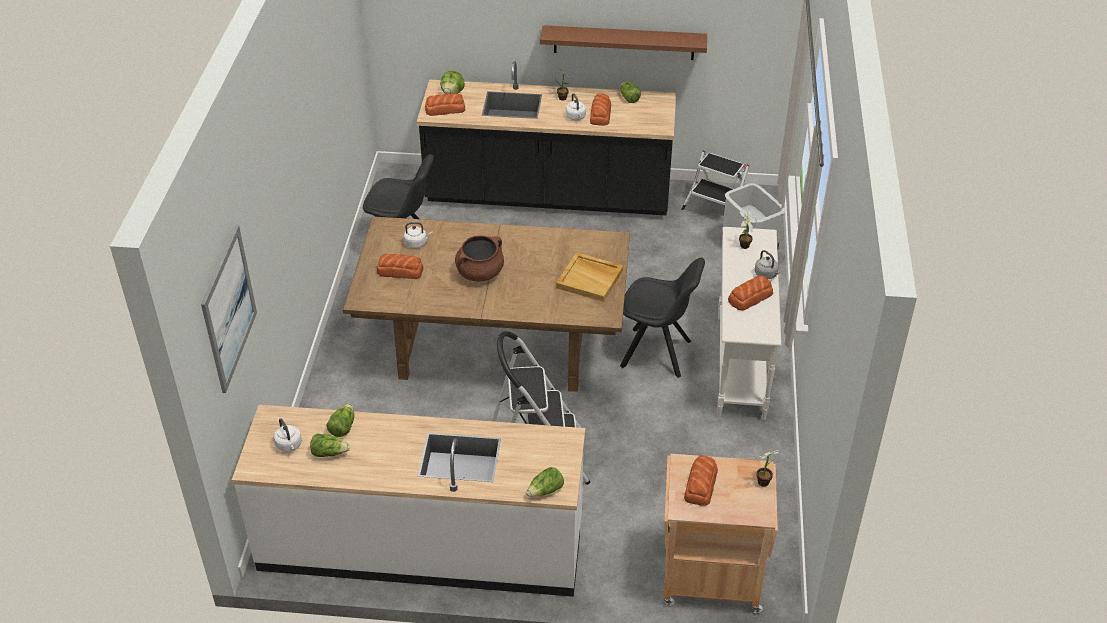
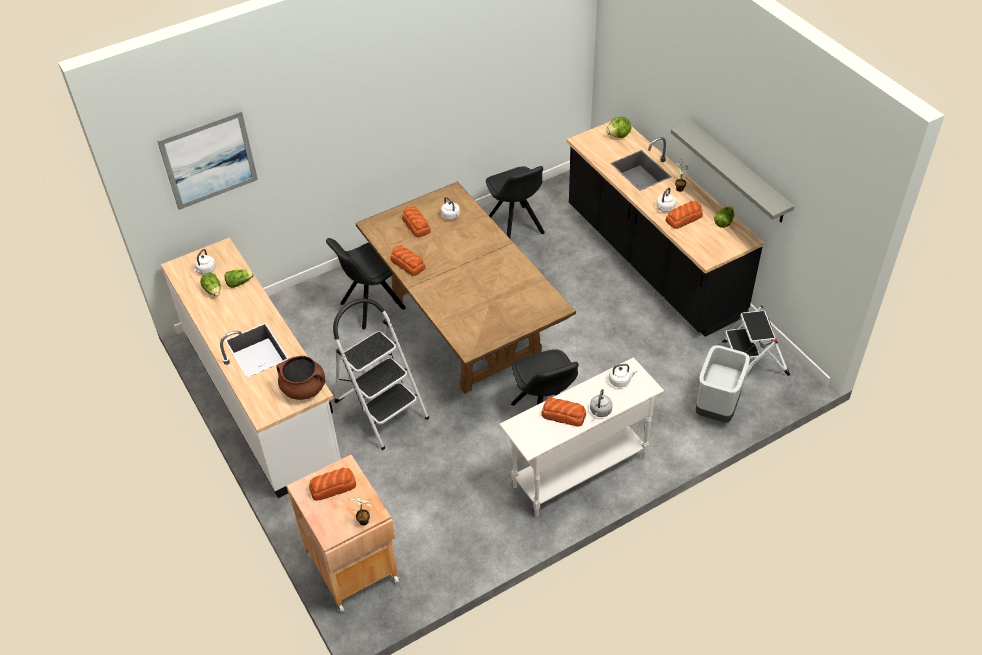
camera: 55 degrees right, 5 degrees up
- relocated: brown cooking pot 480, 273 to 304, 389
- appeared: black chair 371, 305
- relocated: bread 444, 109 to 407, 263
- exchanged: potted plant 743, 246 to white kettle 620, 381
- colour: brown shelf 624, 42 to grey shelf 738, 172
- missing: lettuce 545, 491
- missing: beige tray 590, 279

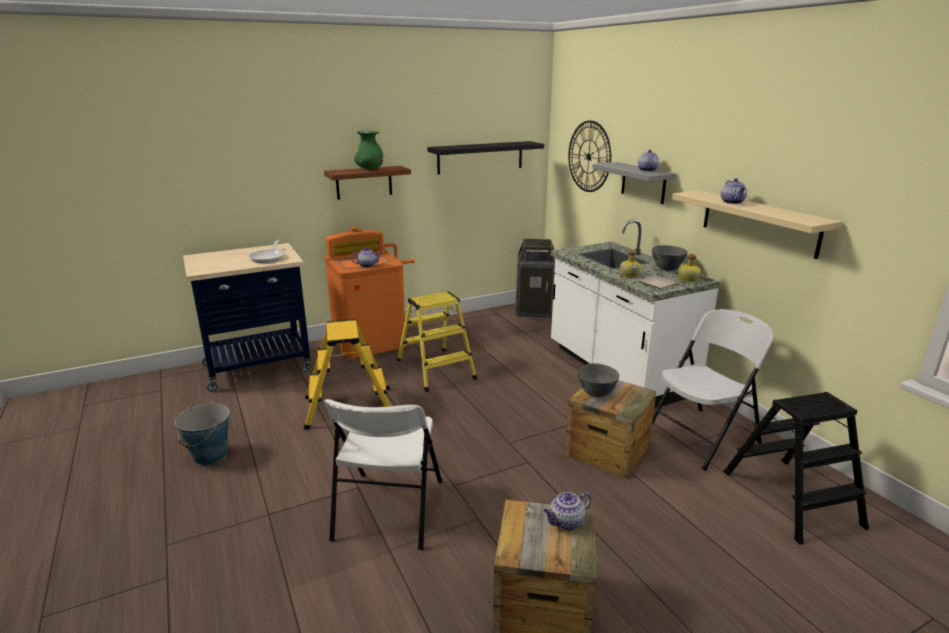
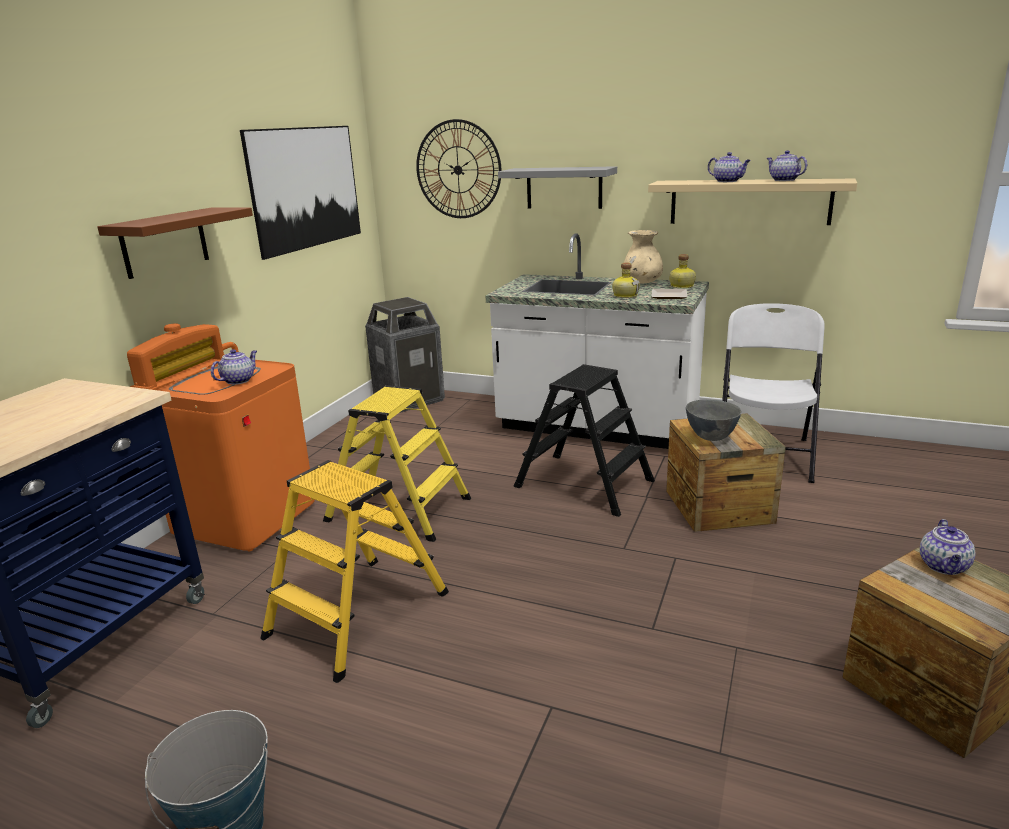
camera: 40 degrees left, 0 degrees up
- exchanged: black shelf 480, 157 to picture 306, 188
- relocated: black step ladder 791, 498 to 584, 483
- exchanged: grey bowl 667, 269 to beige vase 642, 283
- relocated: teapot 647, 170 to 783, 180
- missing: frying pan 268, 257
- missing: white chair 389, 509
- missing: green vase 370, 169

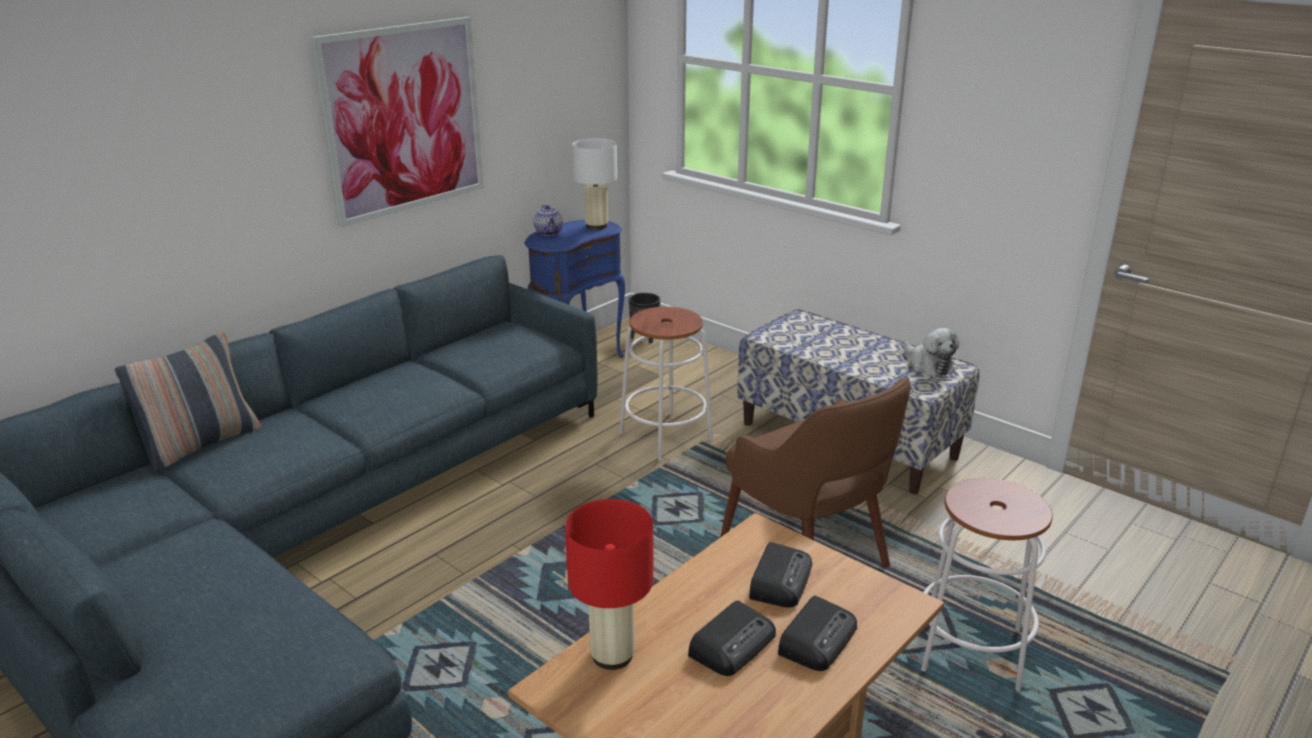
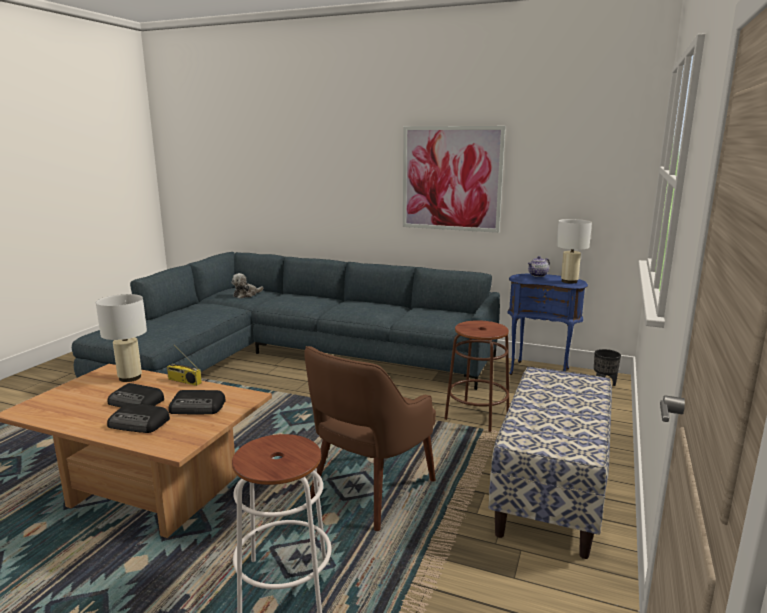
camera: 70 degrees right, 10 degrees down
- colour: red table lamp 613, 656 to white table lamp 129, 378
- appeared: radio 183, 381
- relocated: plush toy 928, 365 to 246, 295
- colour: white stool 665, 436 to brown stool 477, 415
- missing: pillow 202, 444

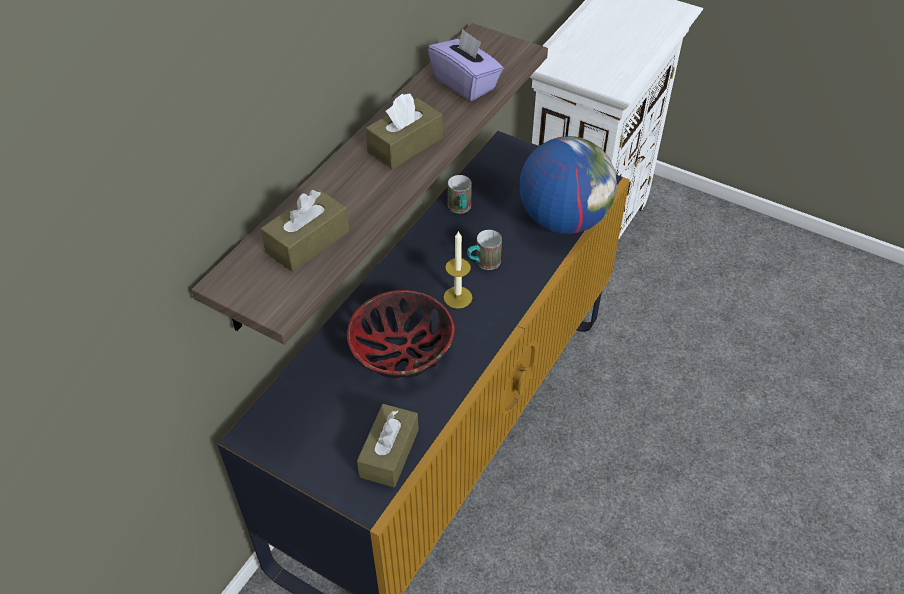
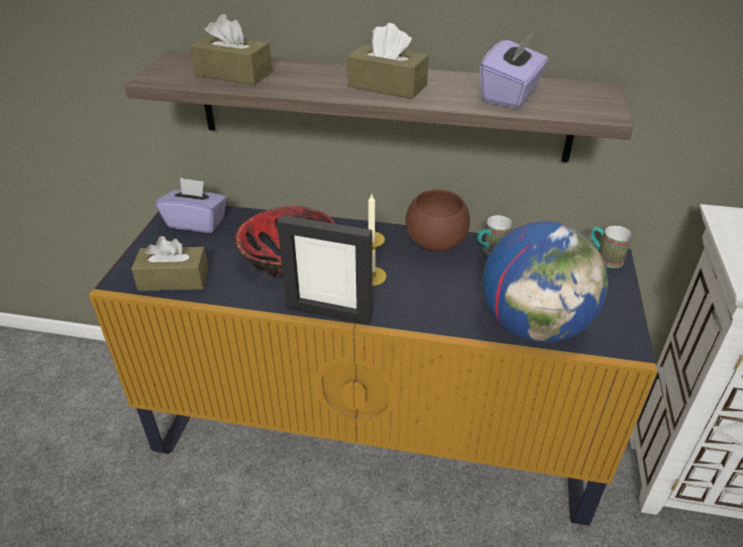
camera: 70 degrees right, 10 degrees down
- appeared: purple tissue box 197, 222
- appeared: picture frame 329, 311
- appeared: brown bowl 435, 243
- relocated: mug 483, 263 to 604, 258

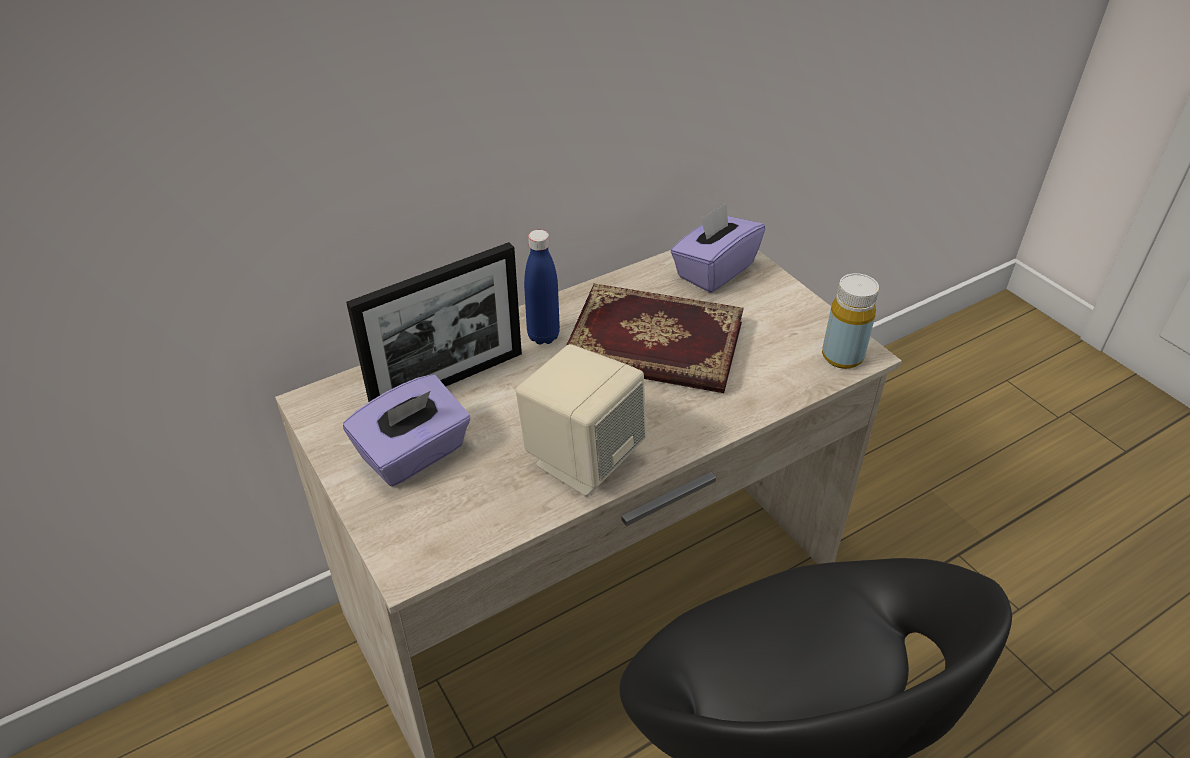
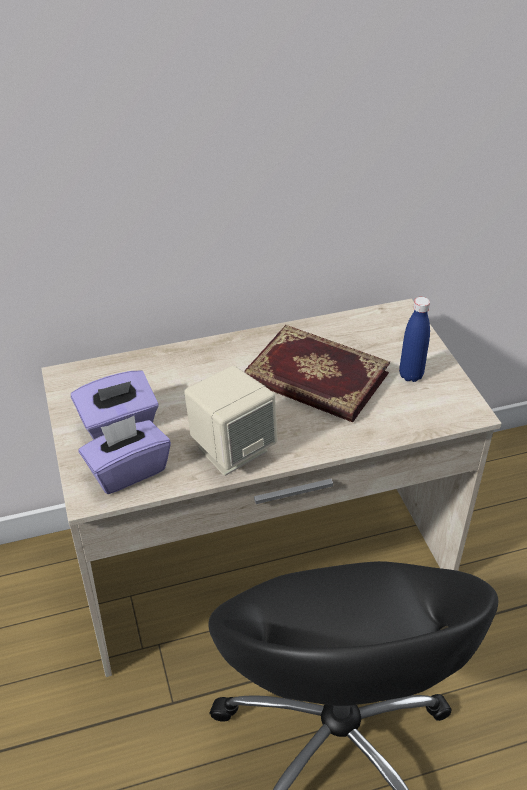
camera: 15 degrees right, 0 degrees up
- relocated: purple tissue box 714, 270 to 127, 470
- relocated: blue bottle 543, 336 to 411, 375
- missing: picture frame 448, 381
- missing: yellow bottle 842, 356

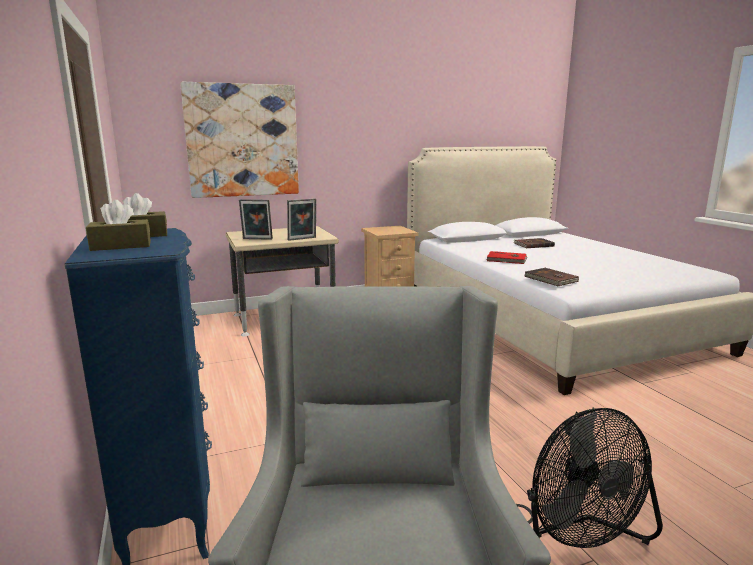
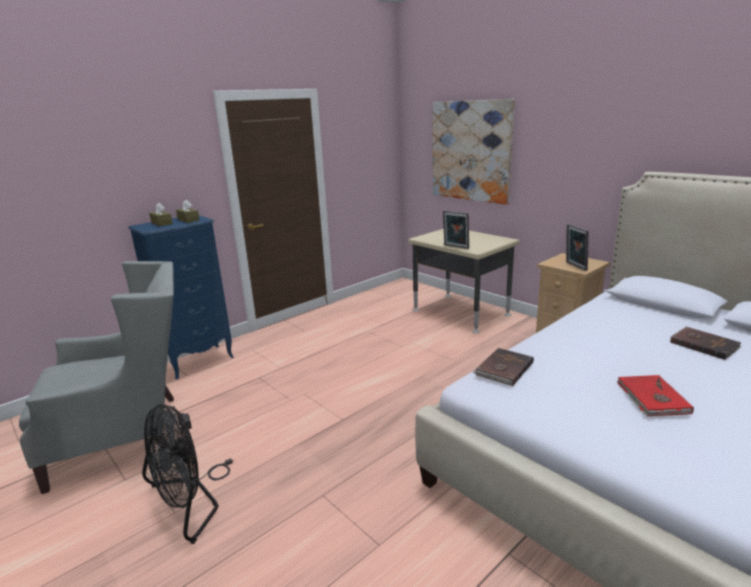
camera: 70 degrees right, 5 degrees up
- relocated: picture frame 257, 239 to 574, 266
- relocated: red book 506, 260 to 651, 398

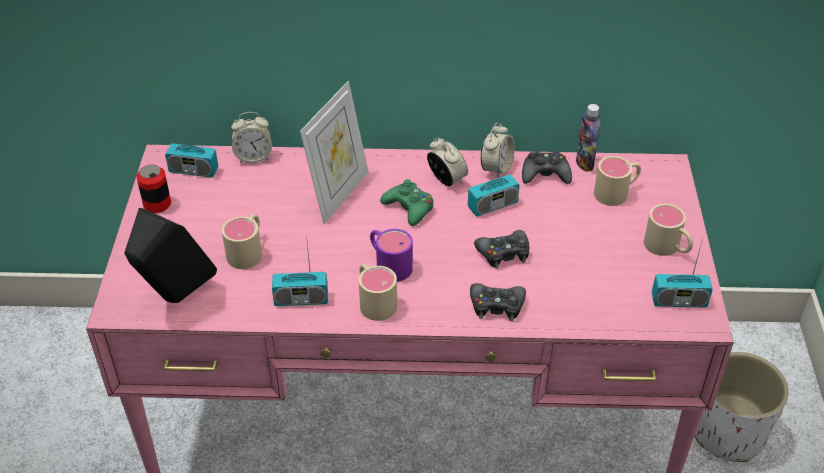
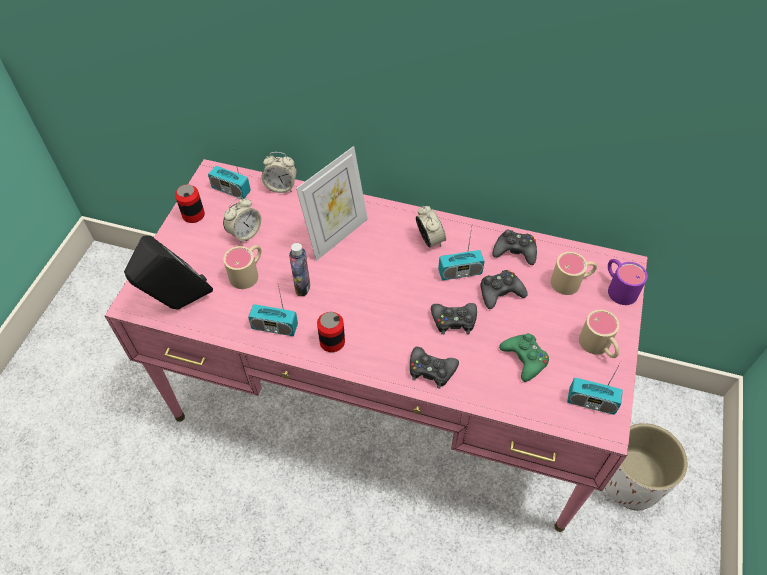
camera: 15 degrees right, 10 degrees up
- relocated: alarm clock 496, 169 to 245, 233
- relocated: bottle 584, 163 to 302, 287
- exchanged: beige mug 374, 300 to can 332, 342
- appeared: black game controller 500, 292
- relocated: green game controller 409, 208 to 524, 359
- relocated: purple mug 388, 264 to 618, 287

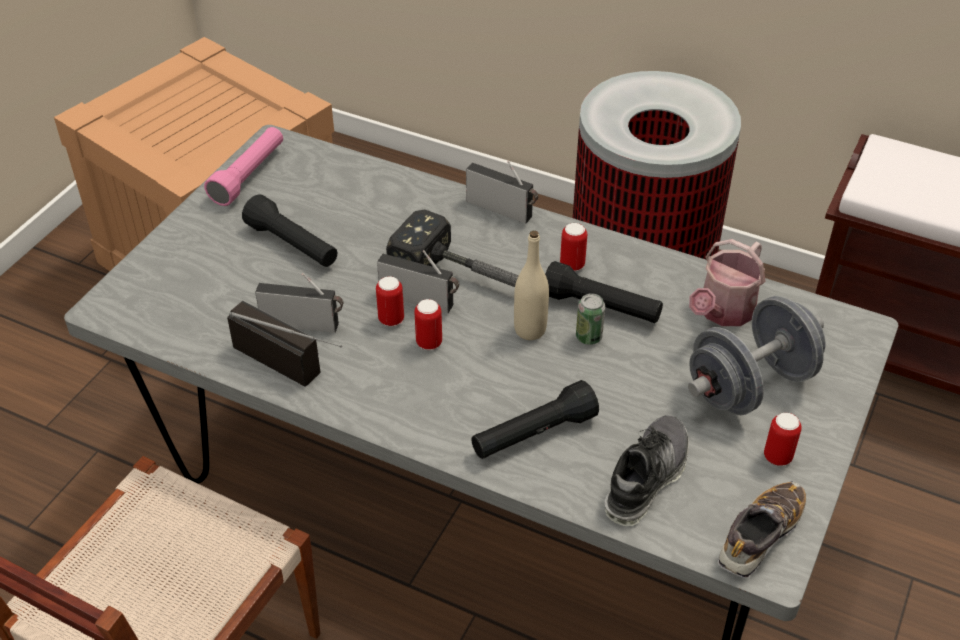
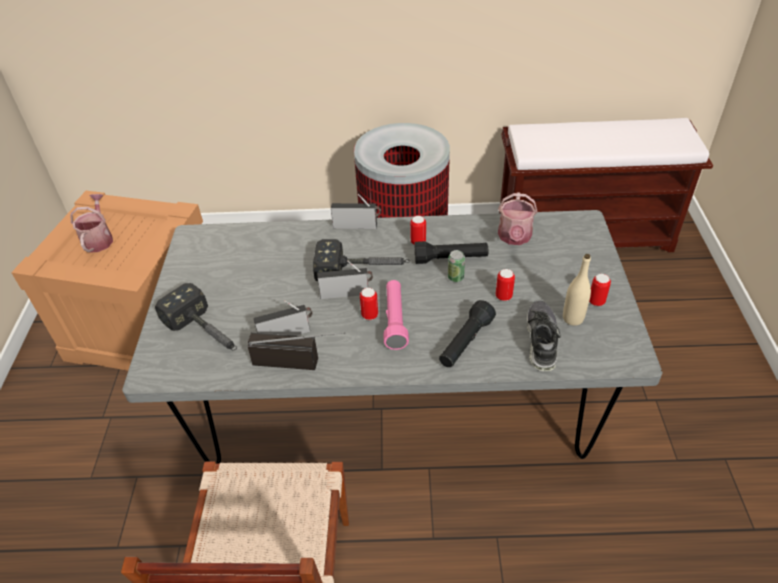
camera: 25 degrees left, 0 degrees up
- appeared: watering can 99, 239
- appeared: hammer 206, 333
- relocated: pink flashlight 249, 175 to 395, 320
- relocated: can 391, 319 to 503, 296
- relocated: beige bottle 530, 330 to 573, 318
- missing: black flashlight 293, 245
- missing: grey dumbbell 750, 385
- missing: shoe 760, 536

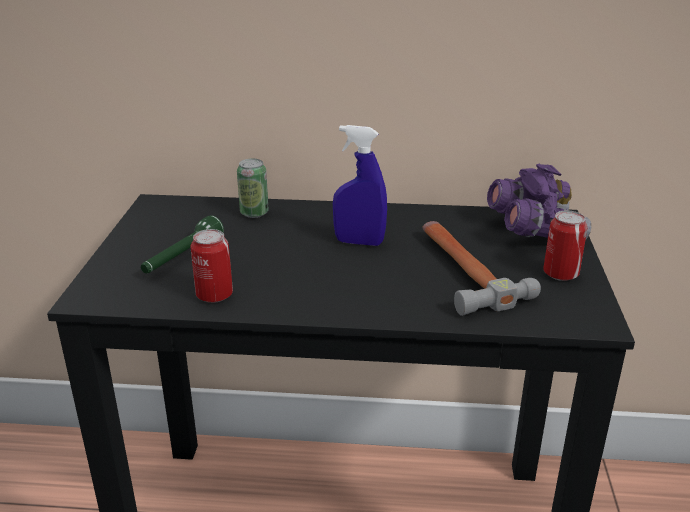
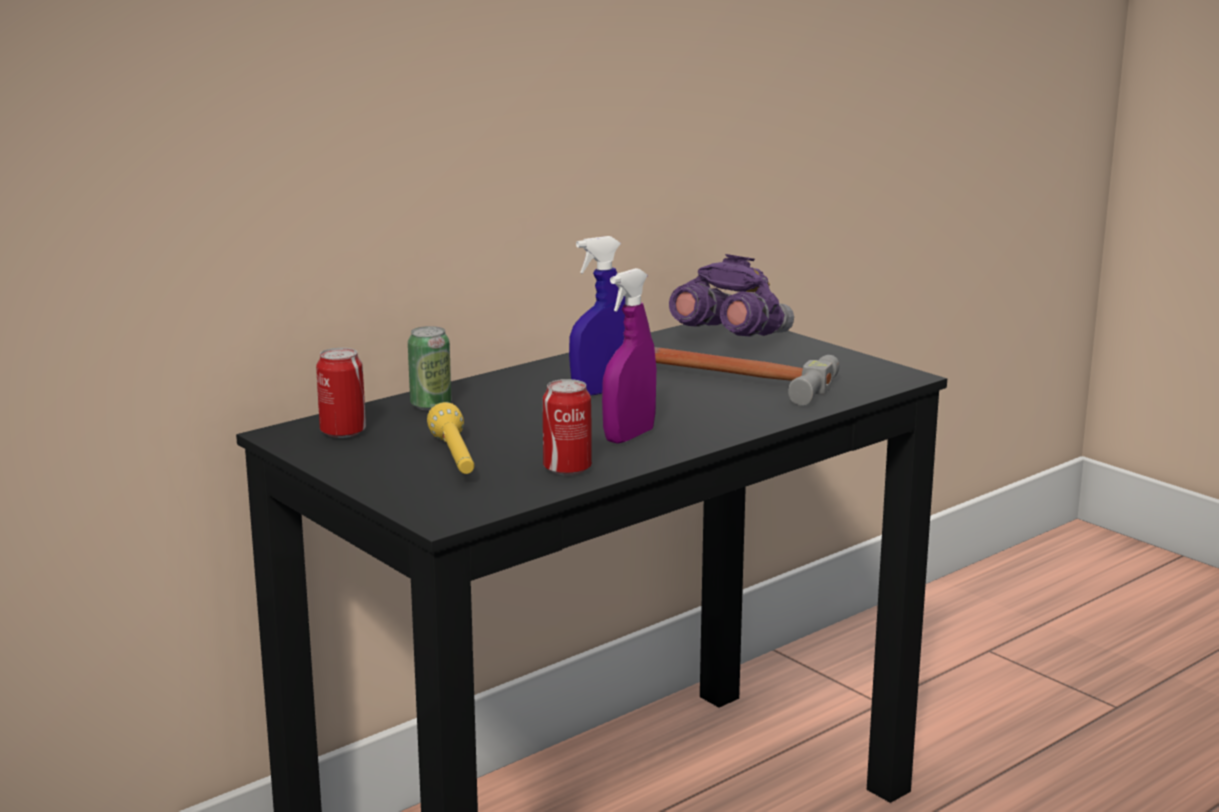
camera: 45 degrees left, 10 degrees down
- relocated: can 560, 274 to 343, 432
- colour: green flashlight 182, 258 to yellow flashlight 455, 459
- appeared: purple spray bottle 629, 436

